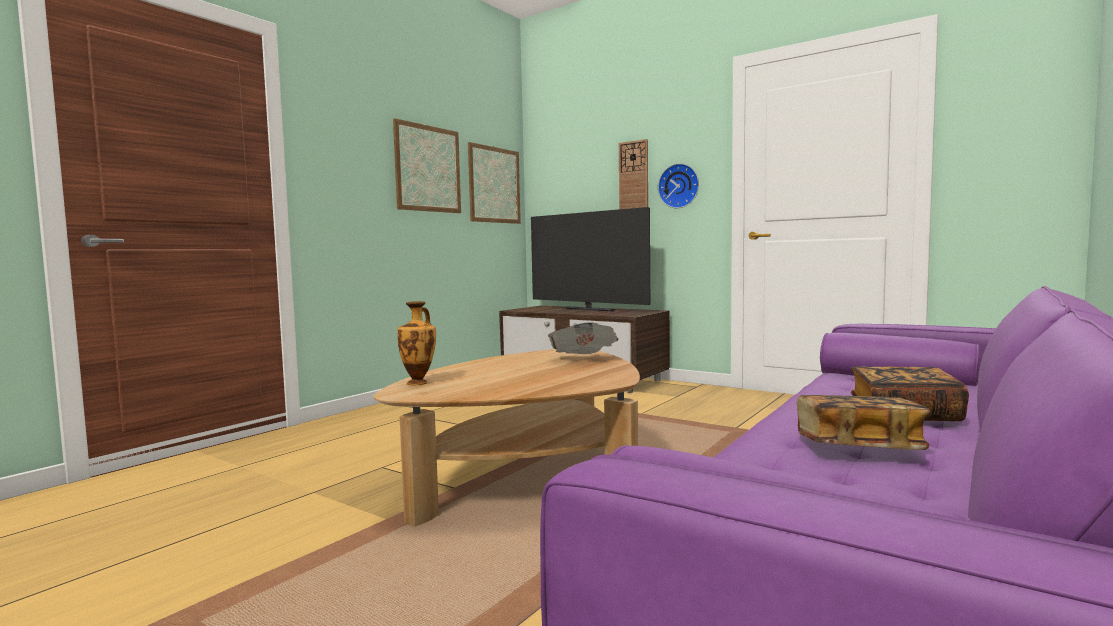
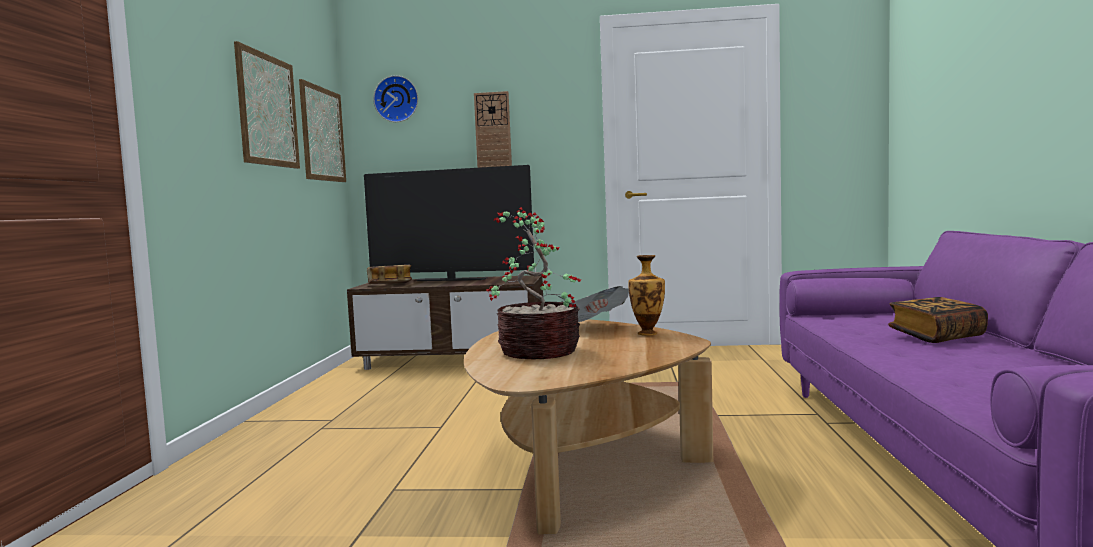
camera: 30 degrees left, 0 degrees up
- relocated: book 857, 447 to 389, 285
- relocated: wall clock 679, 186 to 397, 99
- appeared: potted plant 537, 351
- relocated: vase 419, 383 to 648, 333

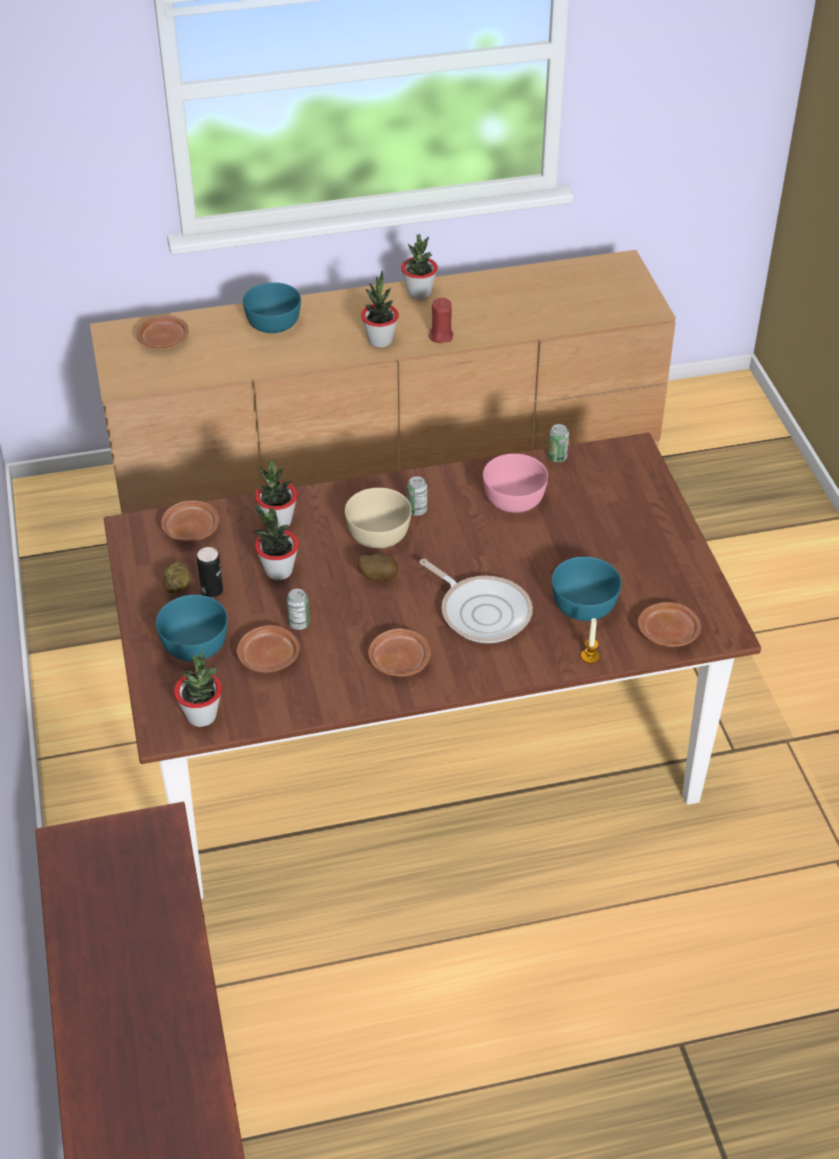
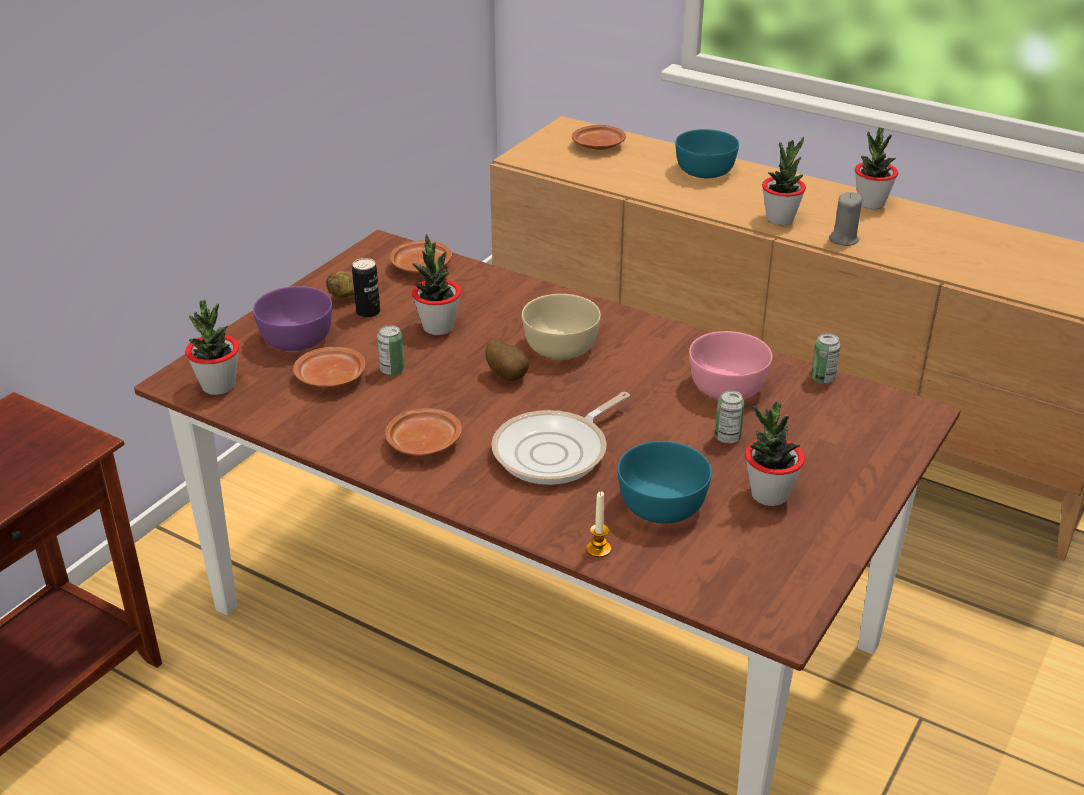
camera: 45 degrees right, 10 degrees down
- colour: turquoise bowl 196, 644 to purple bowl 297, 338
- spun: frying pan 482, 611 = 556, 452 45 degrees clockwise
- relocated: can 417, 510 to 727, 437
- relocated: potted plant 278, 521 to 769, 495
- colour: red candle 440, 336 to grey candle 843, 239
- missing: brown plate 669, 632

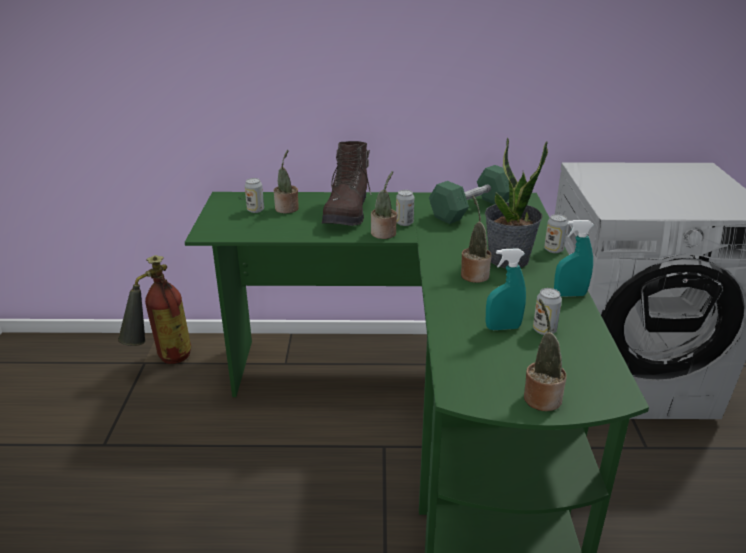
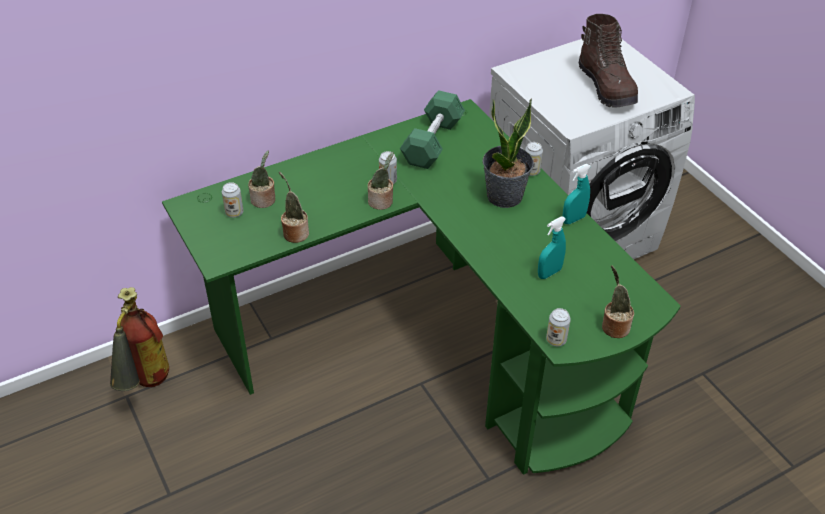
camera: 30 degrees left, 15 degrees up
- relocated: potted plant 474, 274 to 295, 233
- relocated: can 544, 330 to 556, 340
- relocated: brown boot 348, 213 to 607, 87

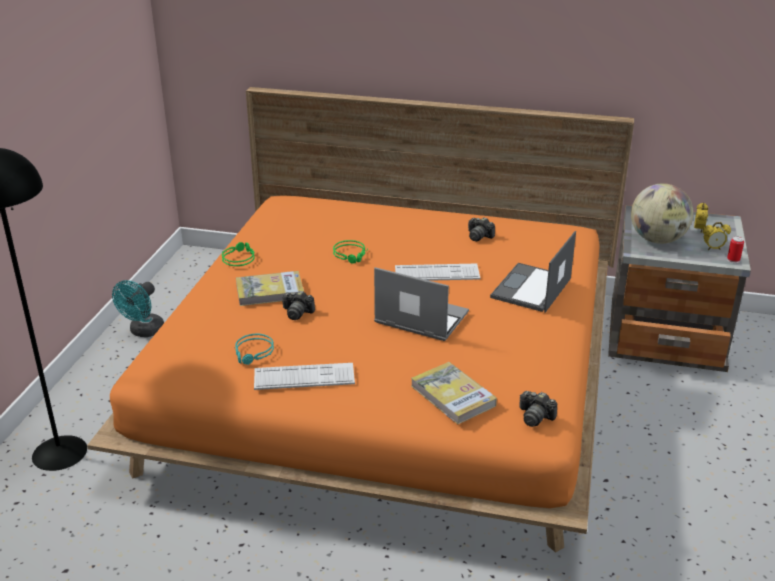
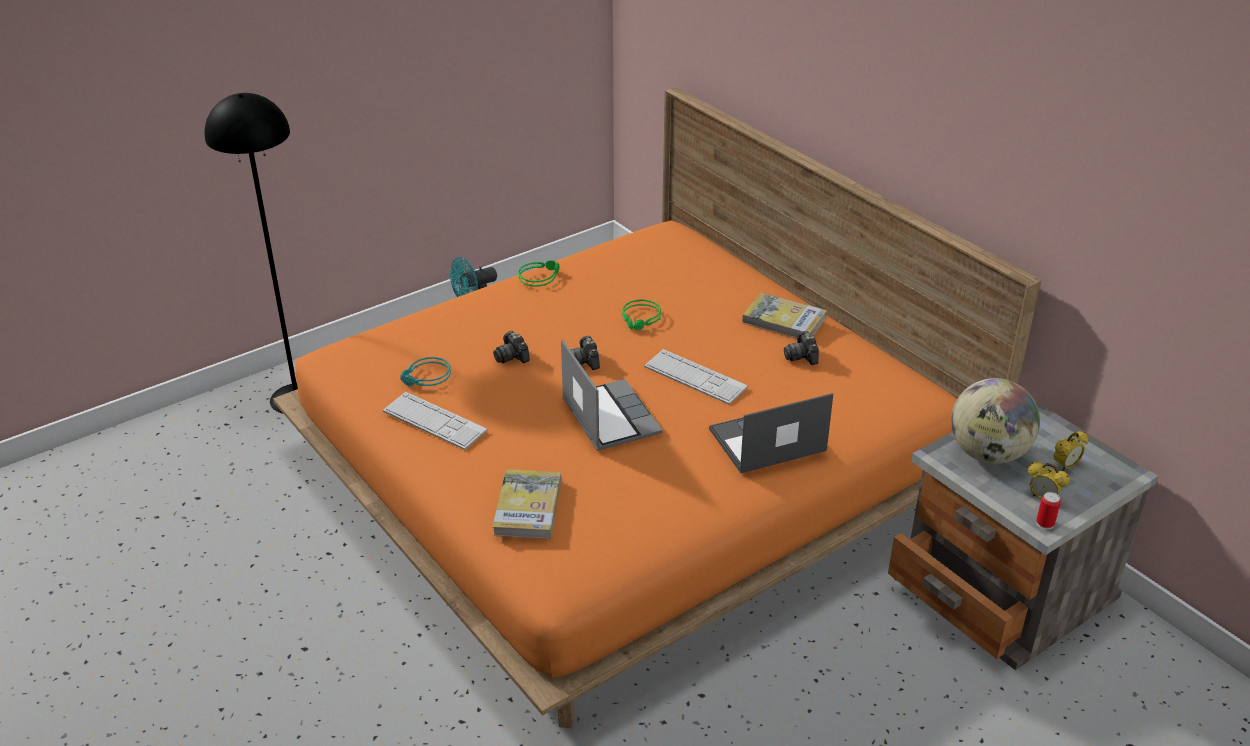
camera: 40 degrees right, 5 degrees up
- relocated: photo camera 535, 417 to 584, 361
- relocated: book 270, 291 to 784, 320

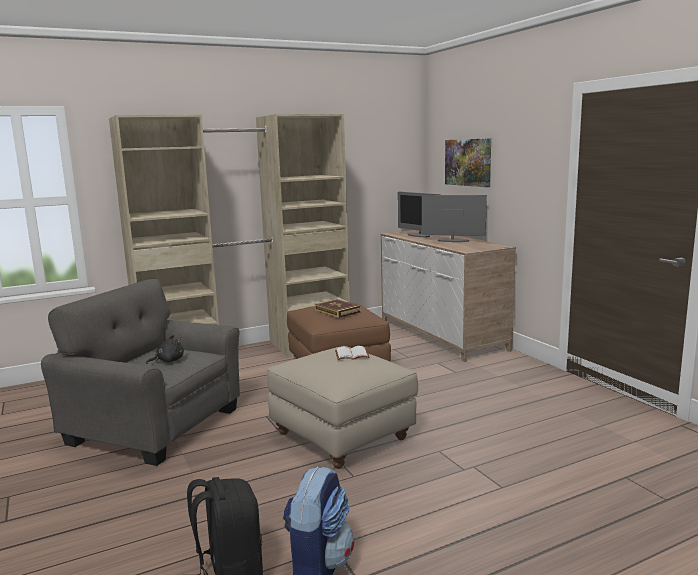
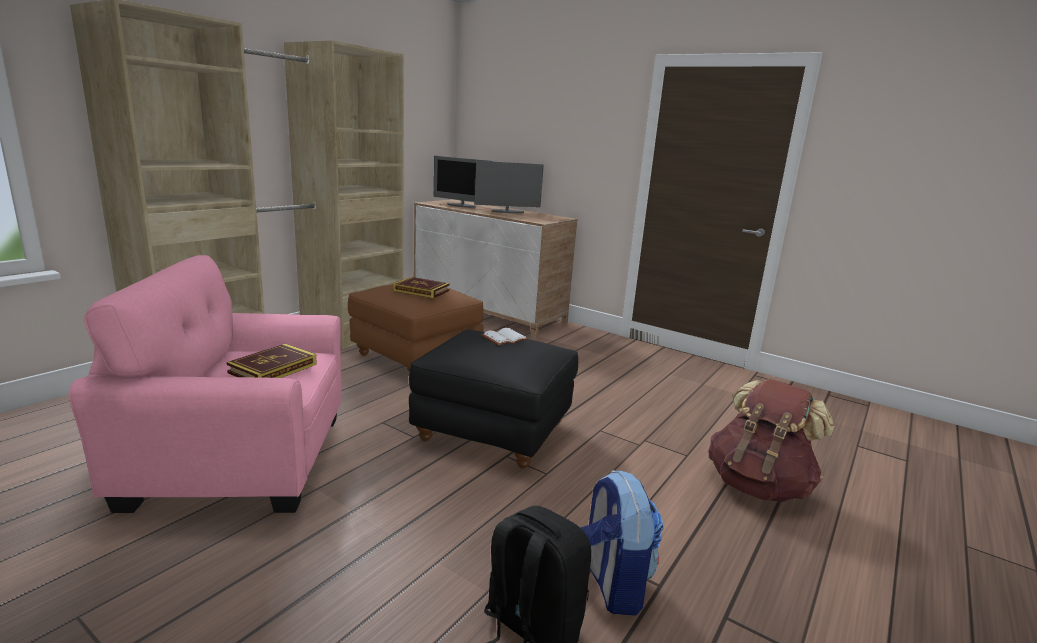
camera: 30 degrees left, 5 degrees up
- colour: grey armchair 155, 426 to pink armchair 241, 459
- exchanged: black plush toy 168, 361 to book 273, 368
- colour: beige ottoman 342, 437 to black ottoman 494, 432
- appeared: brown backpack 758, 485
- missing: picture 468, 162

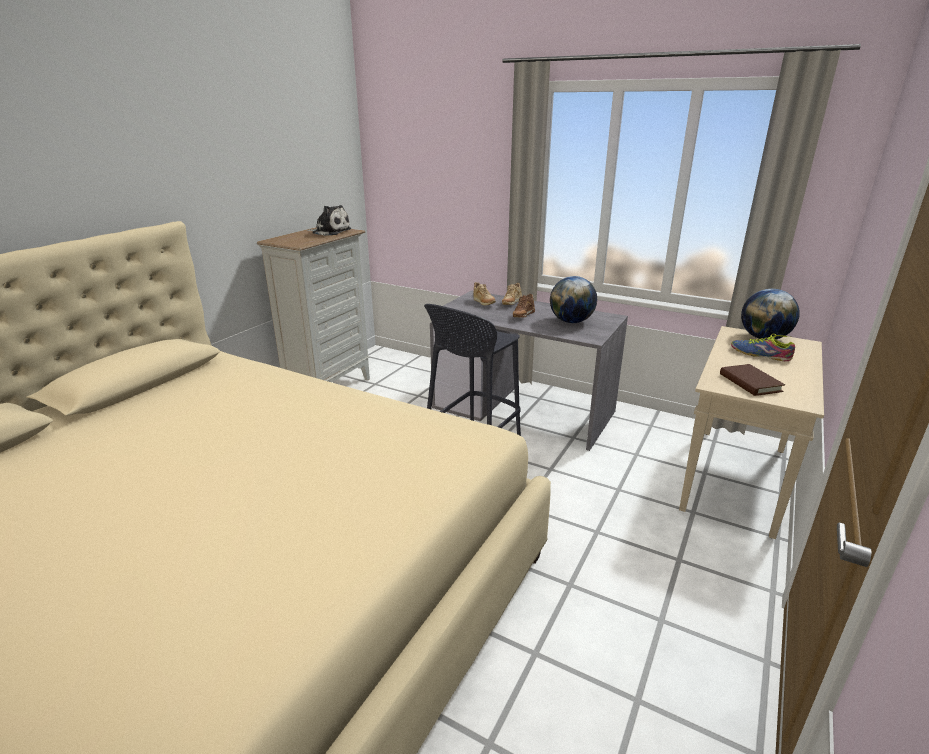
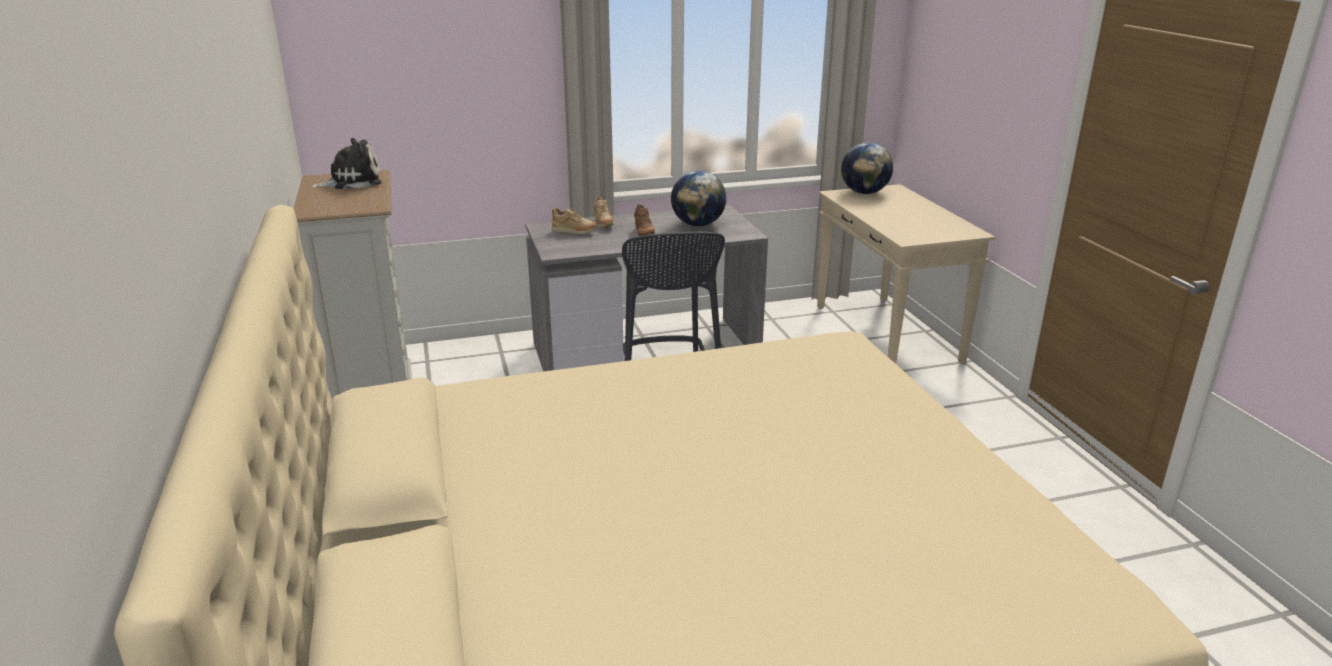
camera: 45 degrees left, 0 degrees up
- missing: brown book 750, 383
- missing: shoe 760, 354

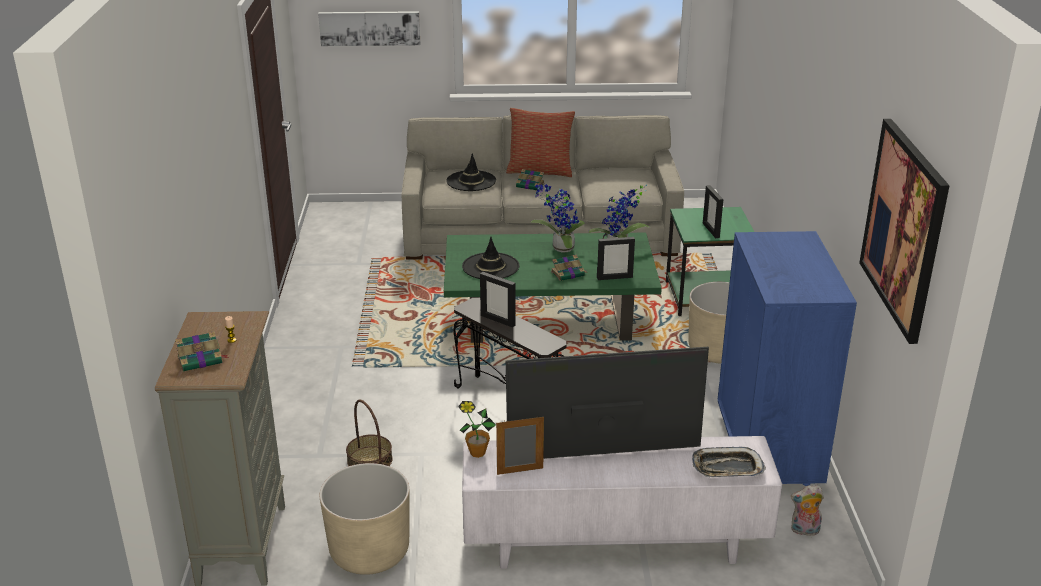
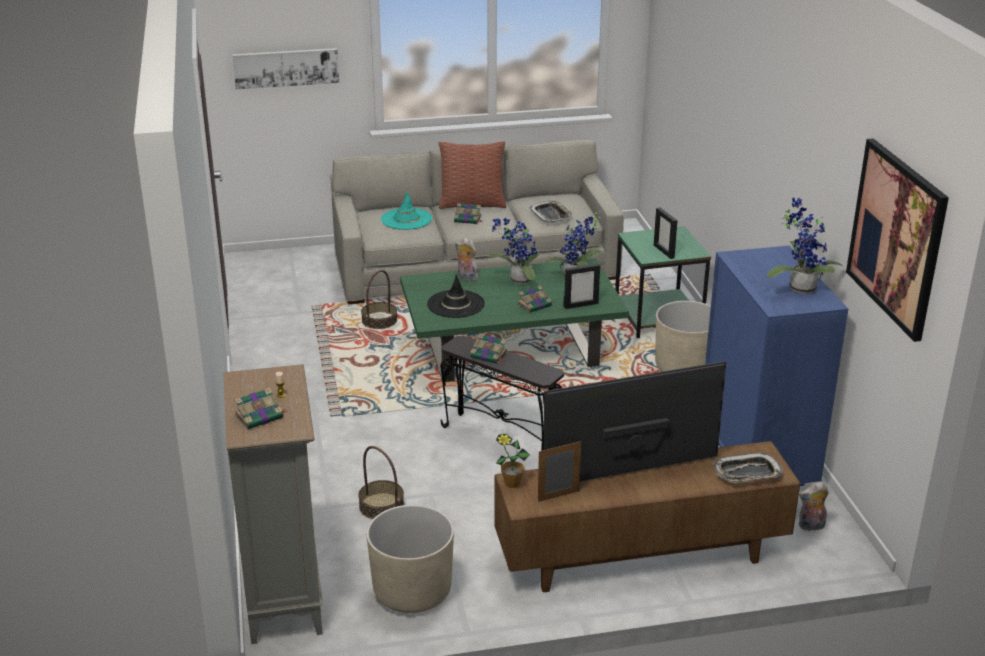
camera: 10 degrees left, 0 degrees up
- appeared: basket 379, 321
- colour: black hat 471, 181 to turquoise hat 406, 219
- appeared: plush toy 466, 277
- exchanged: picture frame 498, 320 to book 489, 355
- colour: white tv stand 613, 540 to brown tv stand 640, 554
- appeared: tray 551, 215
- appeared: potted plant 799, 287

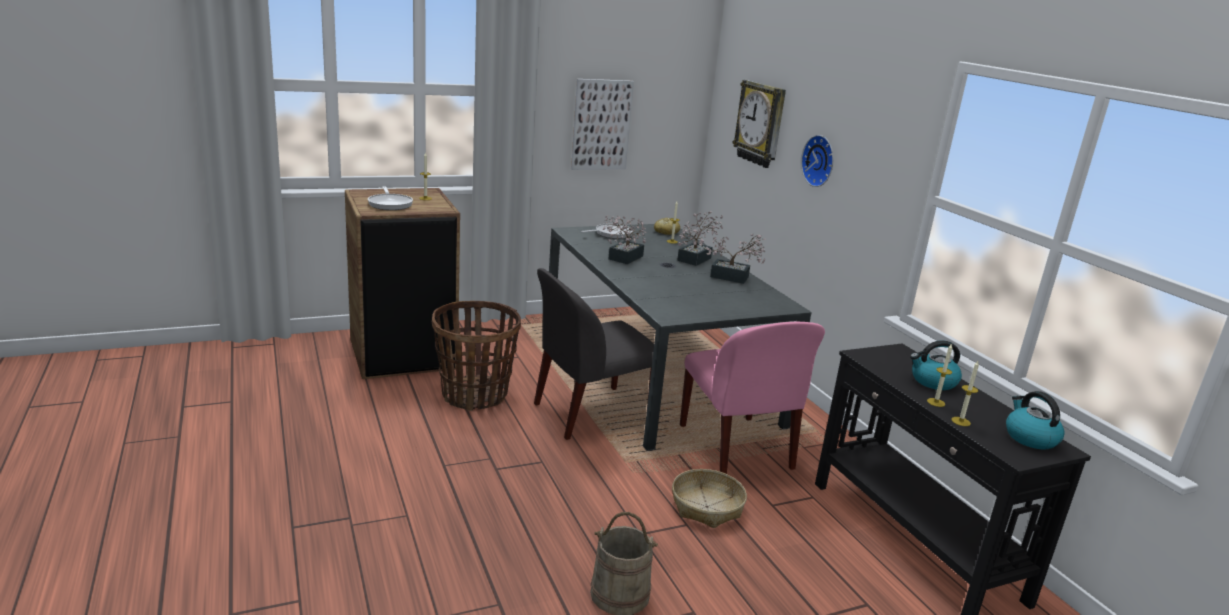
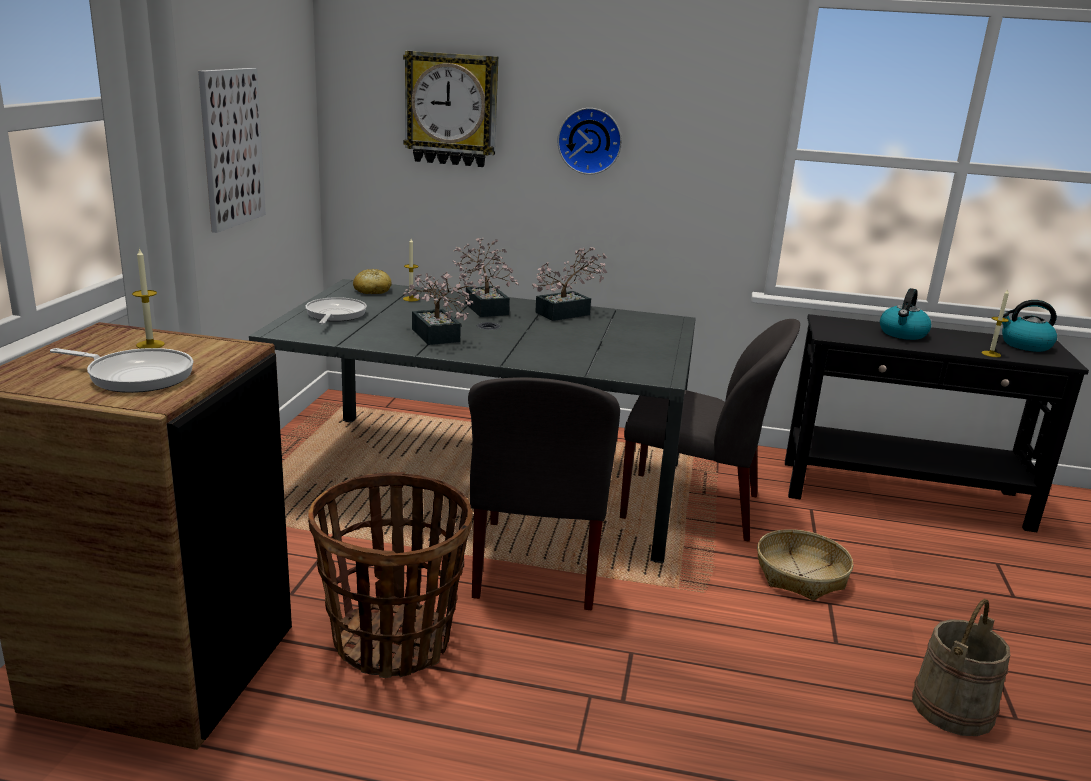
camera: 55 degrees left, 0 degrees up
- colour: pink chair 737, 448 to grey chair 694, 507
- missing: candle 936, 402

